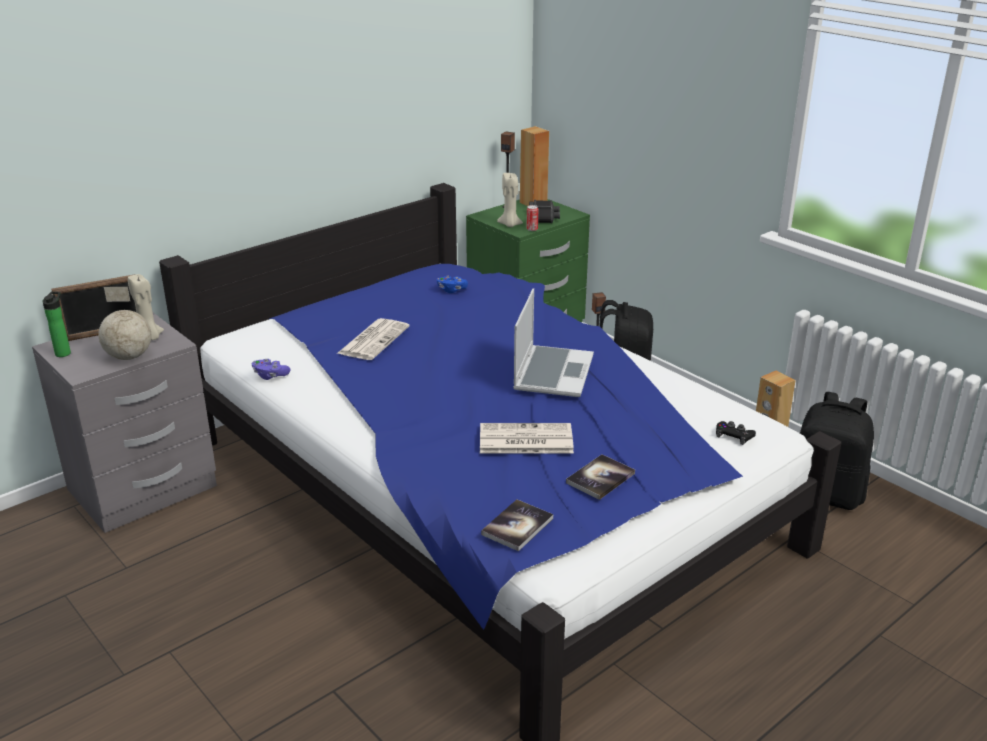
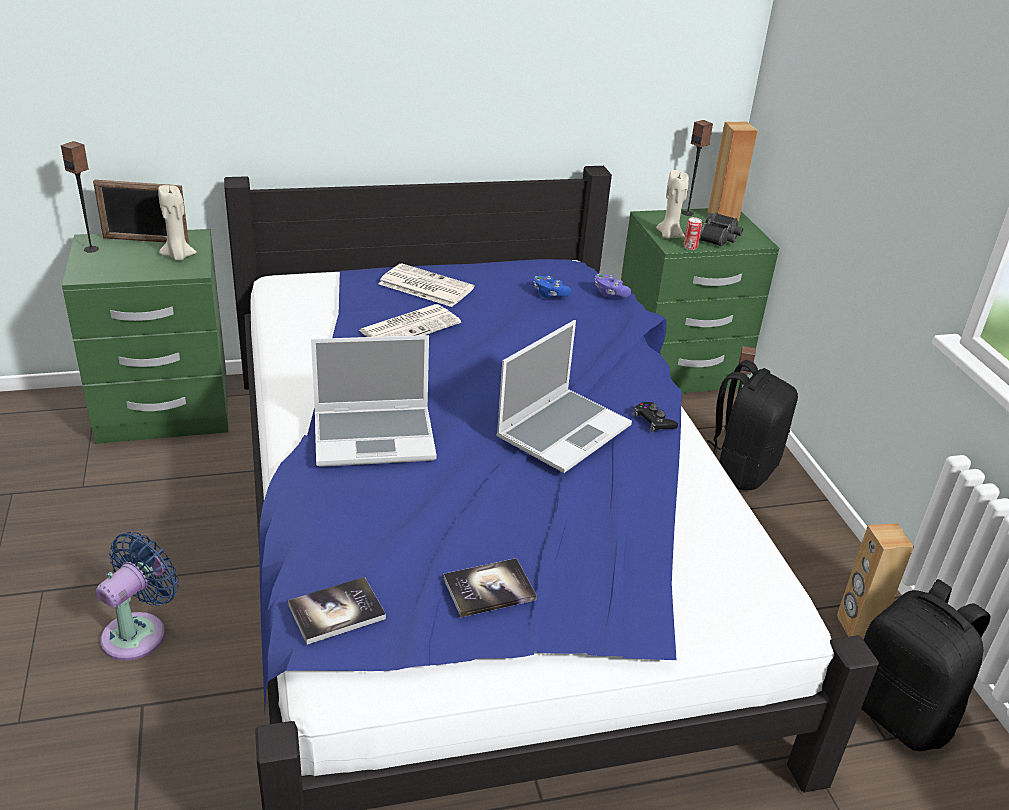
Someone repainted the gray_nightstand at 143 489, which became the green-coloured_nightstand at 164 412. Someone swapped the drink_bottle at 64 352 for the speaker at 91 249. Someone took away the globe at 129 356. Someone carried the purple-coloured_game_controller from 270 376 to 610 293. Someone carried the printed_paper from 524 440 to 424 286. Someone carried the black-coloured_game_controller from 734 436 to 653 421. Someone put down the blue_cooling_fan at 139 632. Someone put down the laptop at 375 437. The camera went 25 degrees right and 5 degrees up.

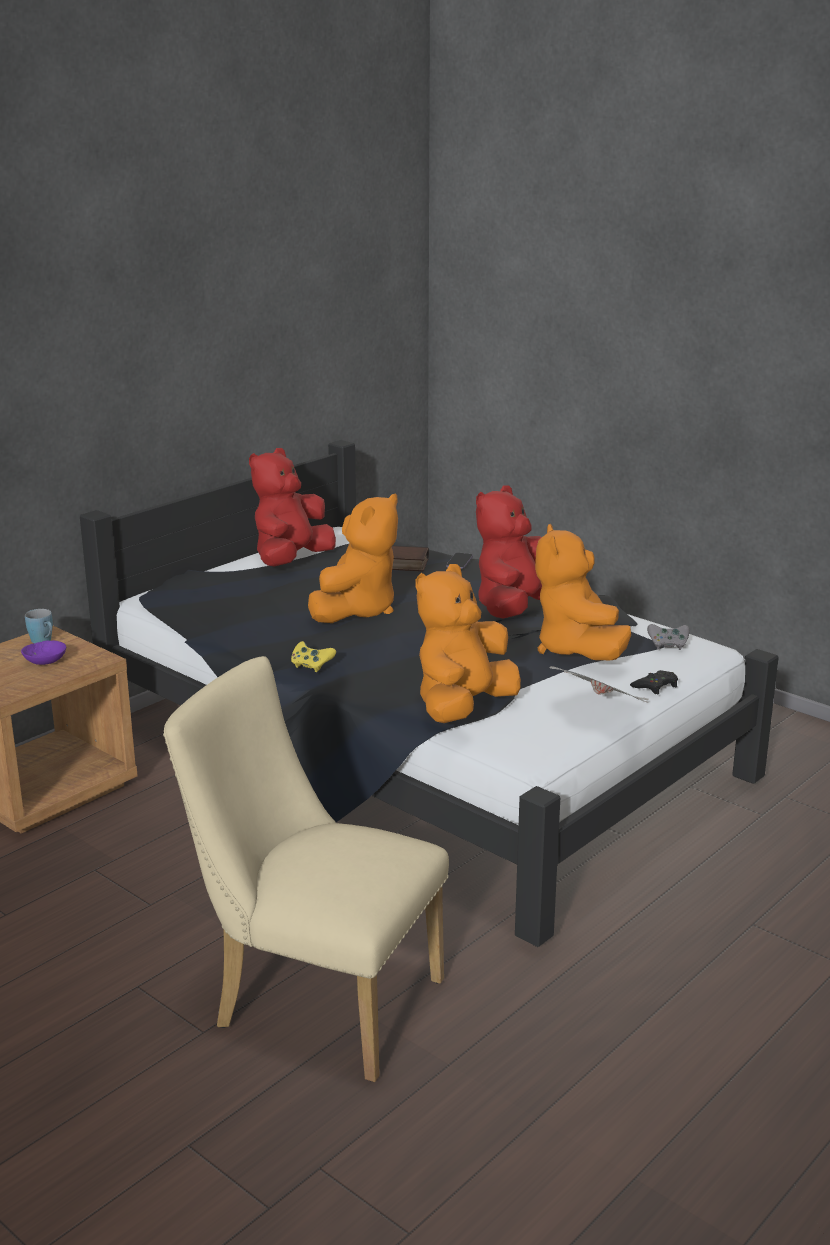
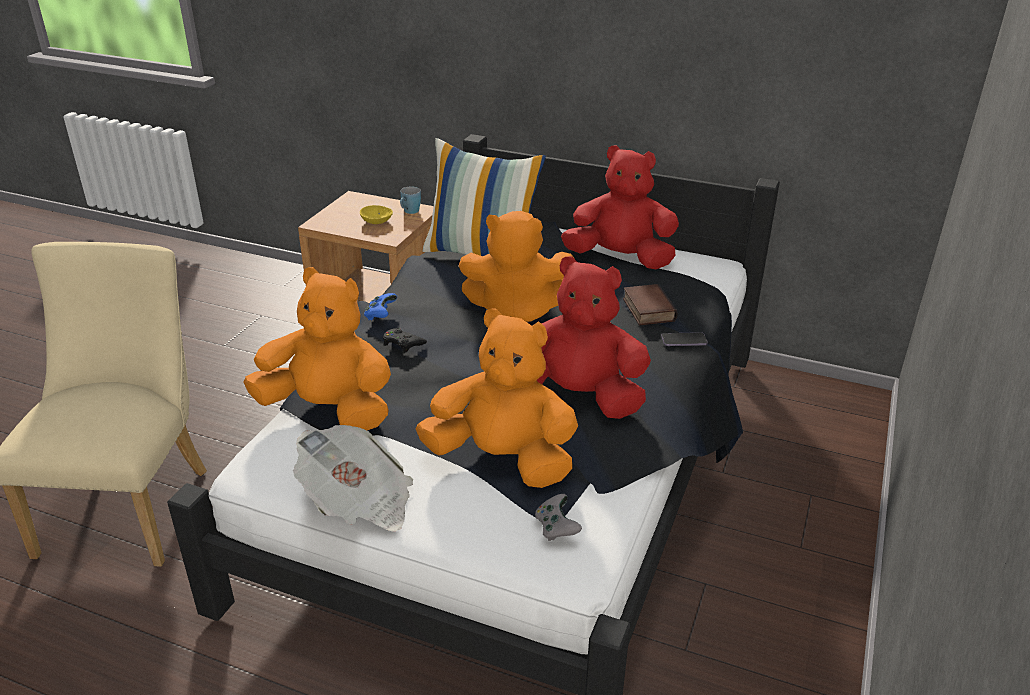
Someone repainted the purple-coloured_bowl at 45 661, which became the yellowish_bowl at 375 221. Someone repainted the yellowish_game_controller at 311 666, which became the blue_game_controller at 380 315. Someone rotated the orange-coloured_plush_toy at 577 650 by 45 degrees clockwise. Someone carried the black-coloured_game_controller from 655 686 to 403 343. Someone put down the throw_pillow at 482 254. The camera went 70 degrees right and 10 degrees up.

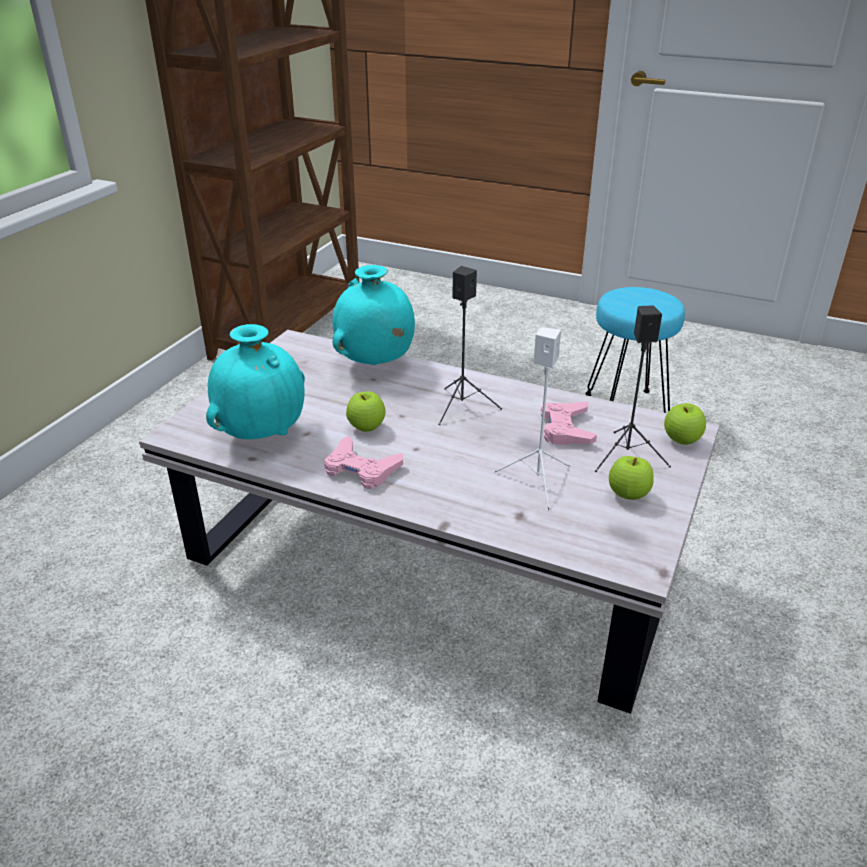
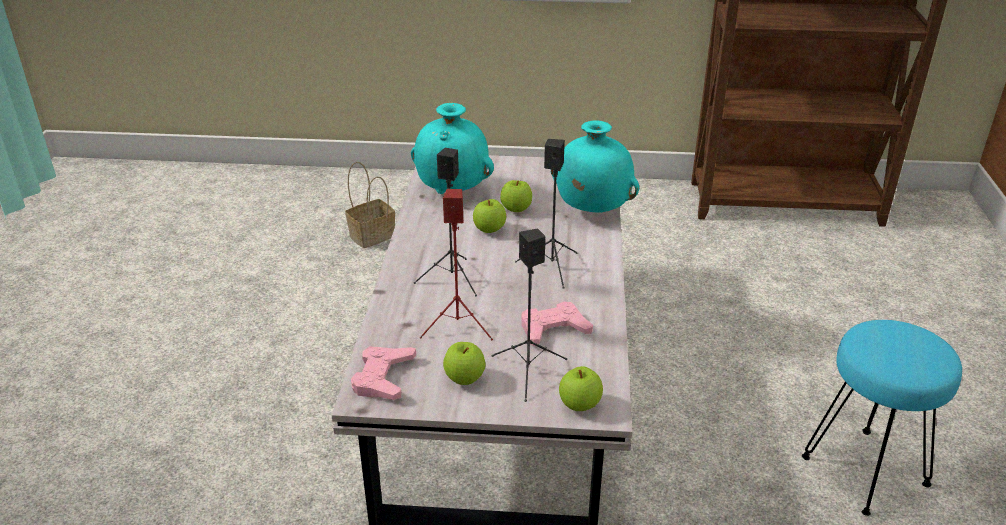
Someone carried the pinkish_game_controller from 361 469 to 383 377. Someone repainted the whitish_speaker at 537 481, which became the reddish_speaker at 459 326. Someone put down the household_basket at 373 235. Someone put down the black-coloured_speaker at 453 279. Someone put down the apple_fruit at 516 209. The camera went 70 degrees right and 0 degrees up.

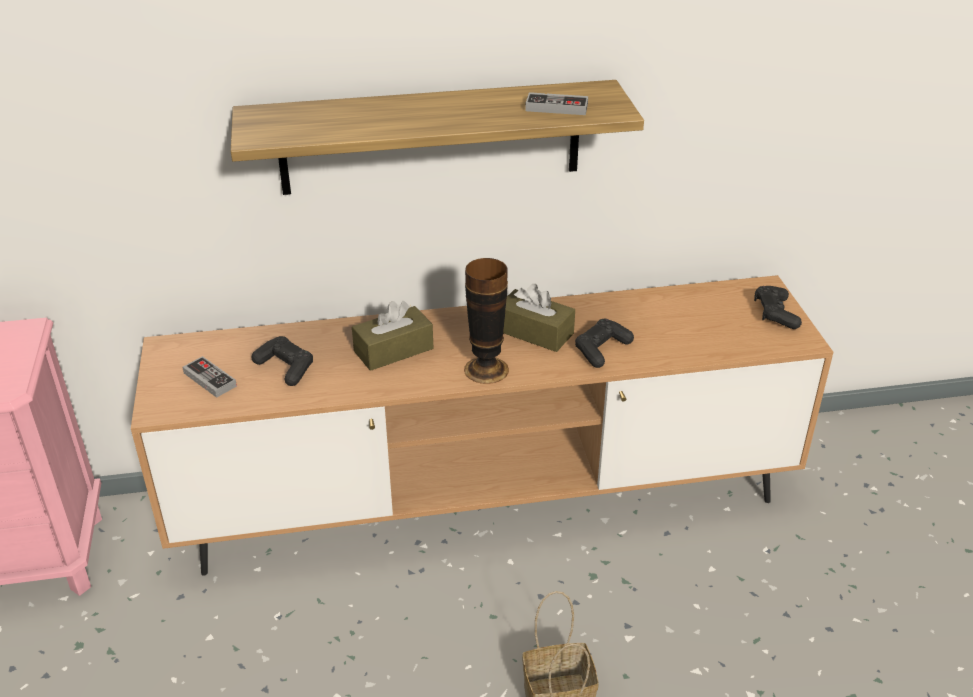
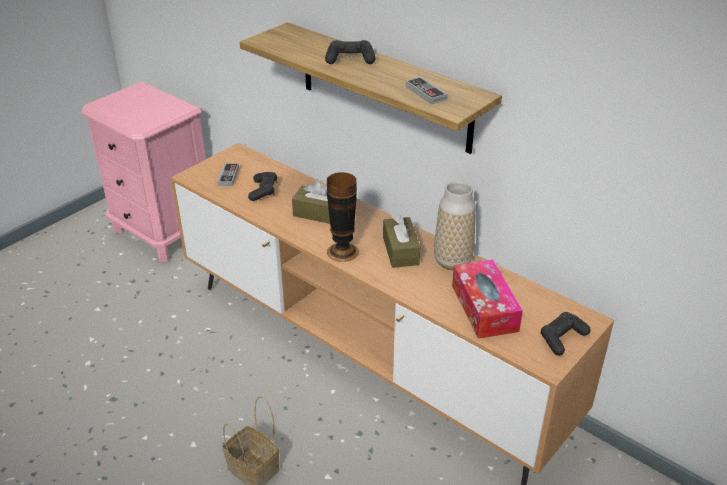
Someone carried the black-coloured_game_controller from 601 349 to 350 59. Someone put down the vase at 452 262. Someone put down the tissue_box at 484 308. The camera went 50 degrees right and 0 degrees up.

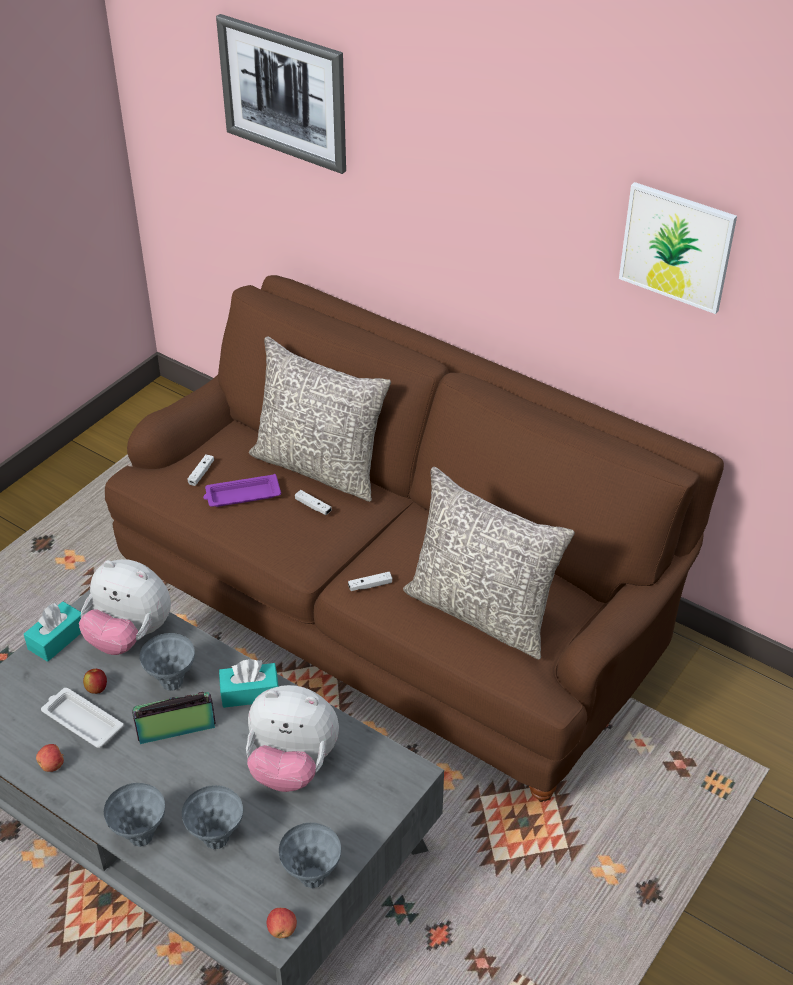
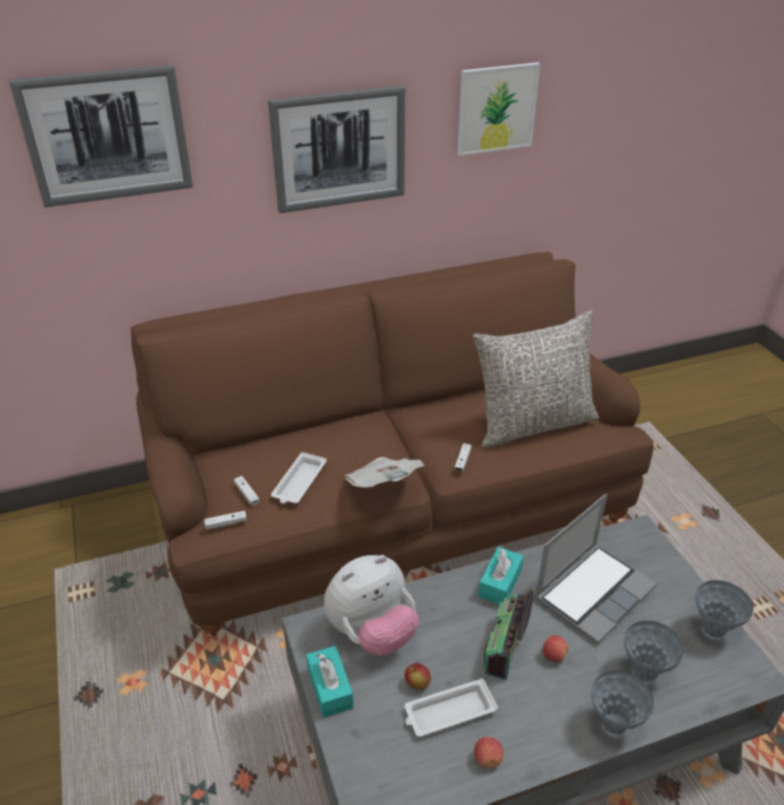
Someone took away the gray_vase at 172 683. Someone repainted the purple-coloured_serving_tray at 241 495, which became the whitish_serving_tray at 299 483. Someone swapped the plush_toy at 292 765 for the laptop at 594 592. Someone took away the gray_throw_pillow at 319 467. Someone carried the apple_fruit from 282 929 to 553 655. Someone carried the whitish_game_controller from 313 506 to 226 523. Someone put up the wall_art at 339 149. Someone put down the printed_paper at 383 486. The camera went 55 degrees left and 5 degrees down.

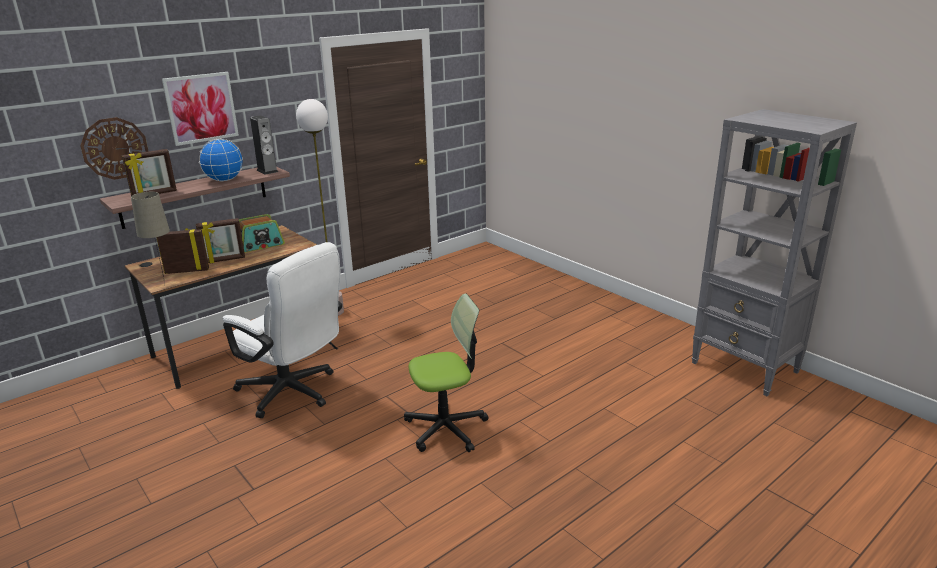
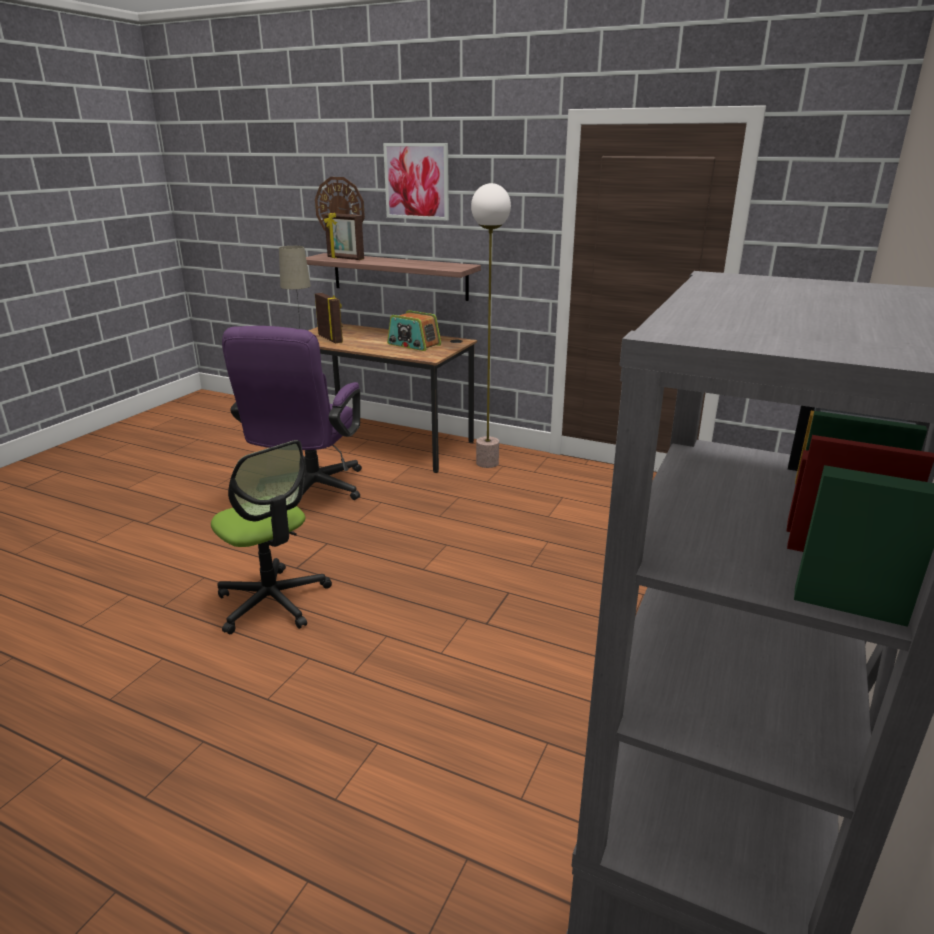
Someone took away the standing_frame at 224 260. Someone took away the globe at 224 180. Someone repainted the whitish_desk_chair at 293 393, which became the purple-coloured_desk_chair at 309 492. Someone took away the speaker at 267 171. The camera went 65 degrees right and 0 degrees up.

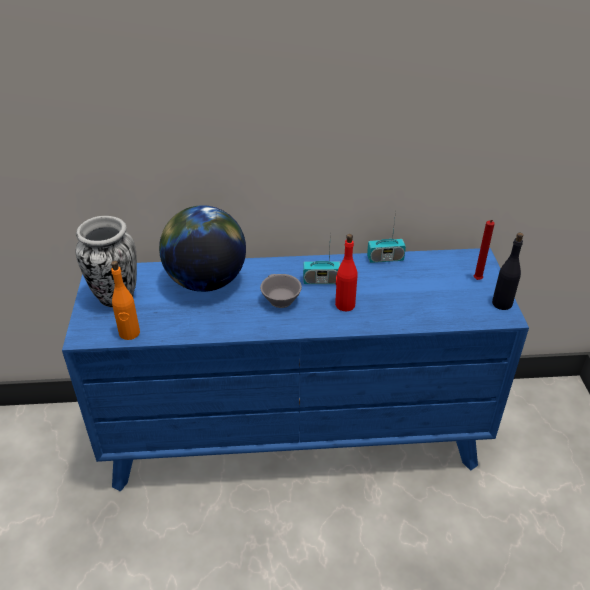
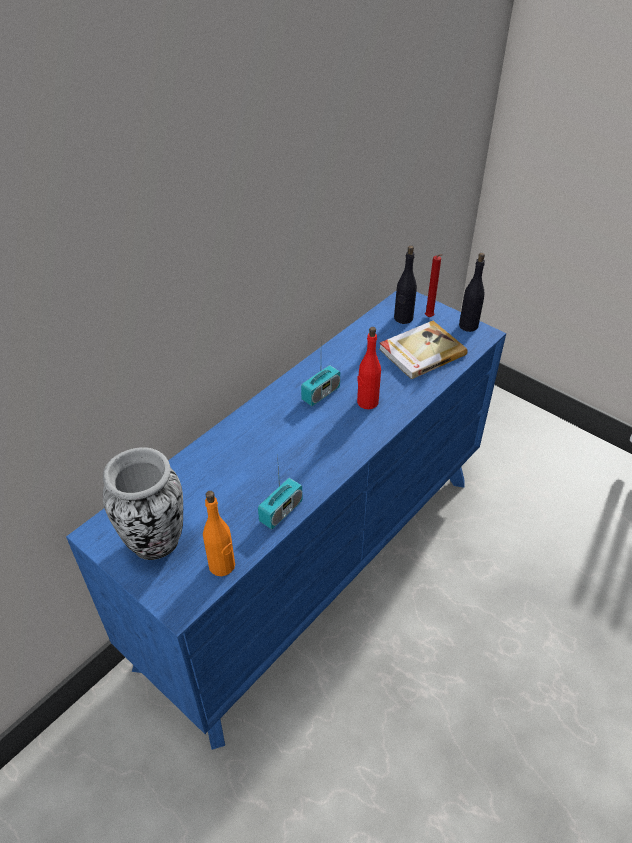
Someone took away the globe at 206 281. Someone took away the gray_cup at 279 299. Someone carried the radio from 385 258 to 281 511. Someone put down the bound_book at 421 352. Someone put down the black-coloured_drink_bottle at 403 318. The camera went 45 degrees left and 5 degrees up.

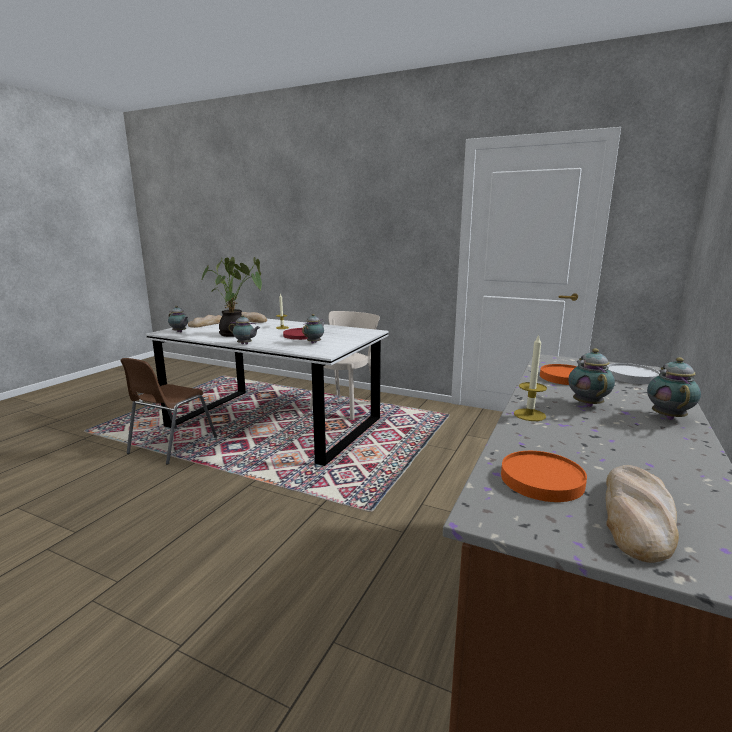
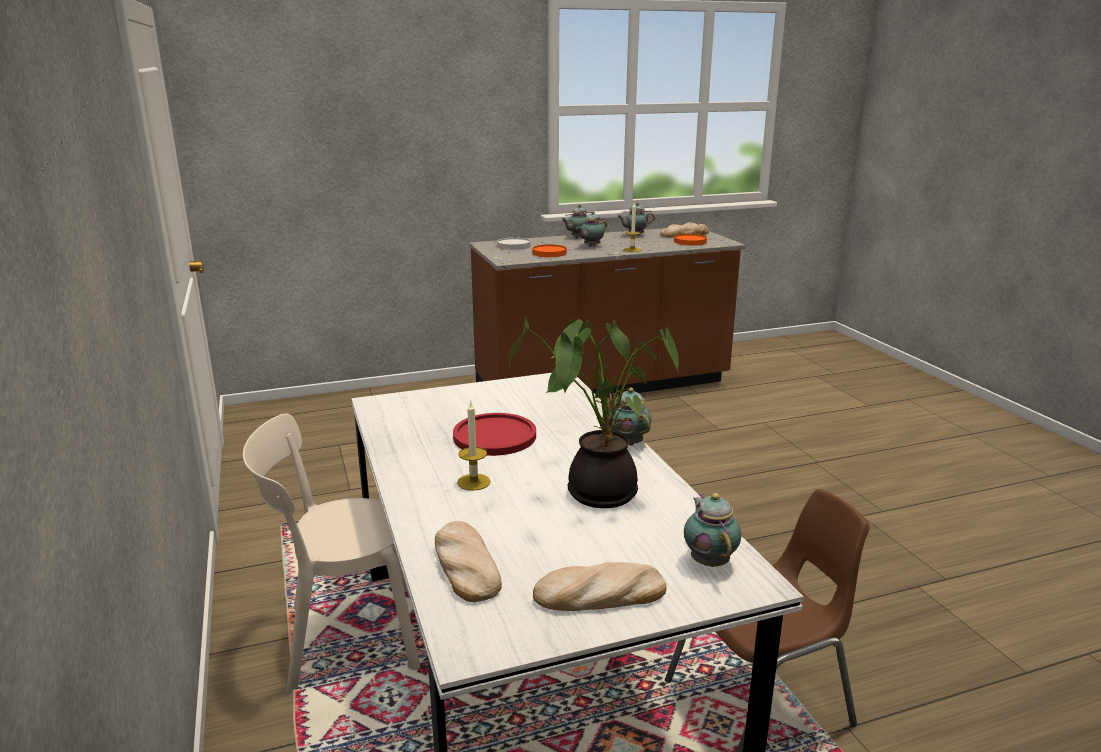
Someone carried the tea_pot from 315 342 to 634 235. The camera went 135 degrees left and 5 degrees up.

